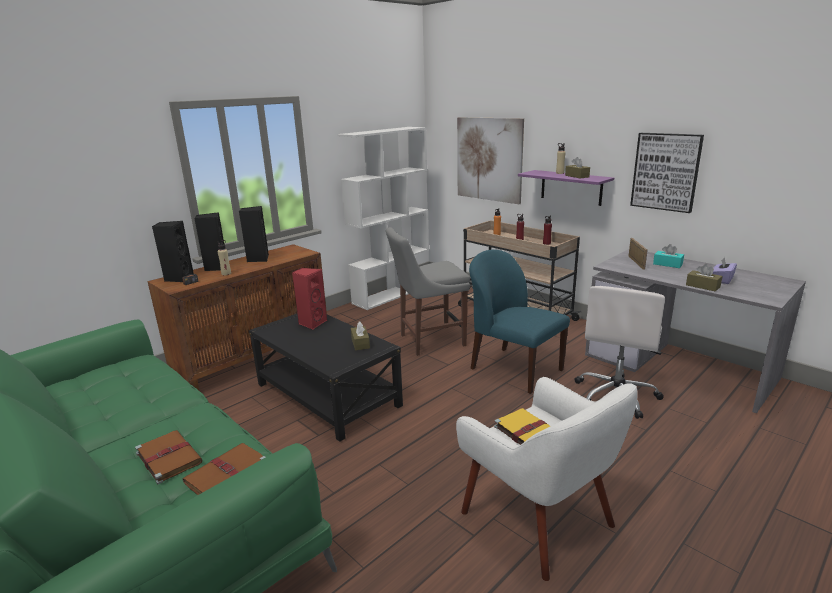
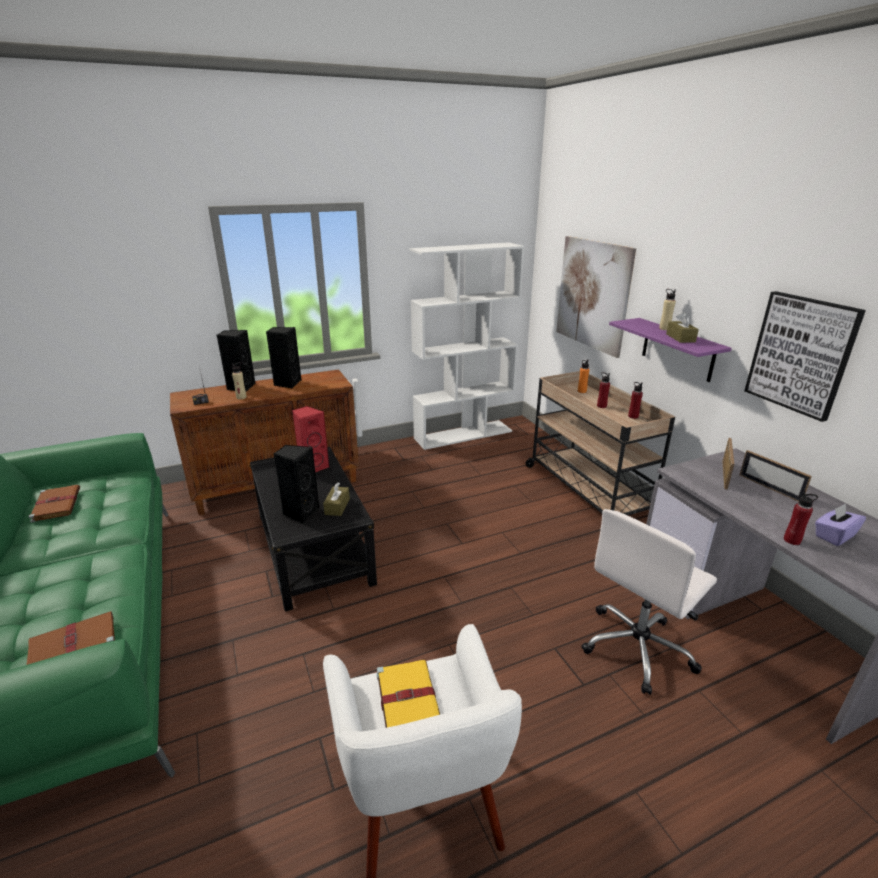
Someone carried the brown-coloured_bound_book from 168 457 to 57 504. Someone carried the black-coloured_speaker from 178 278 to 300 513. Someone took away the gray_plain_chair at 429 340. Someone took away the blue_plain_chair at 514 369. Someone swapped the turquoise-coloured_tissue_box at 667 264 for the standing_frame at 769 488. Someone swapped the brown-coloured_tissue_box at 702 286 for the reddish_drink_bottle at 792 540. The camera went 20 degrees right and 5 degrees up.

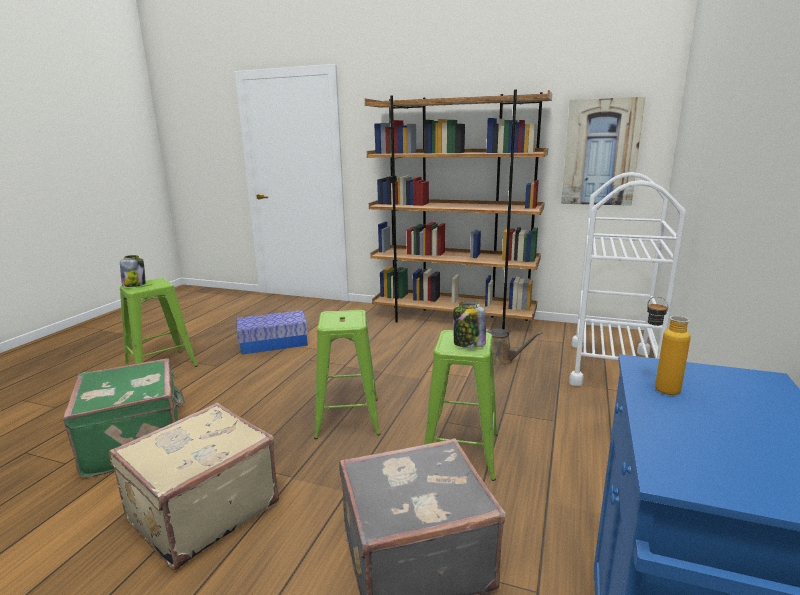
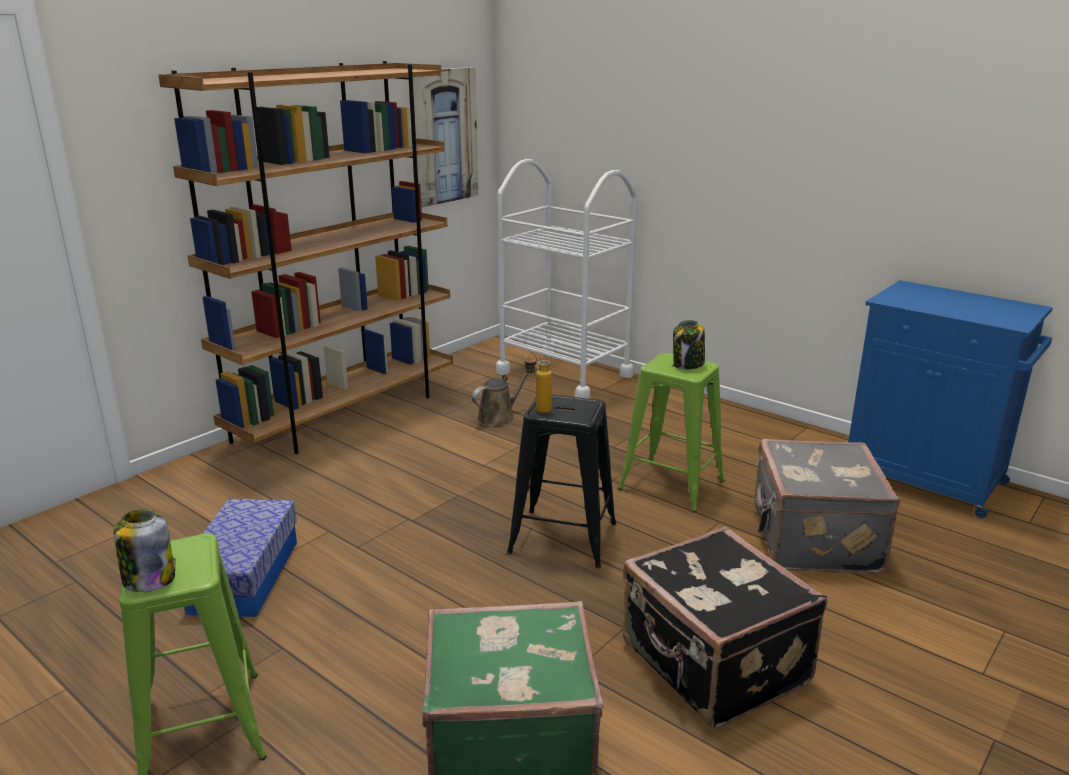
Someone repainted the beige-coloured_suitcase at 201 511, which became the black-coloured_suitcase at 712 665. Someone repainted the green-coloured_stool_seat at 348 417, which became the black-coloured_stool_seat at 562 538. Someone carried the drink_bottle from 657 387 to 537 411. The camera went 70 degrees left and 5 degrees up.

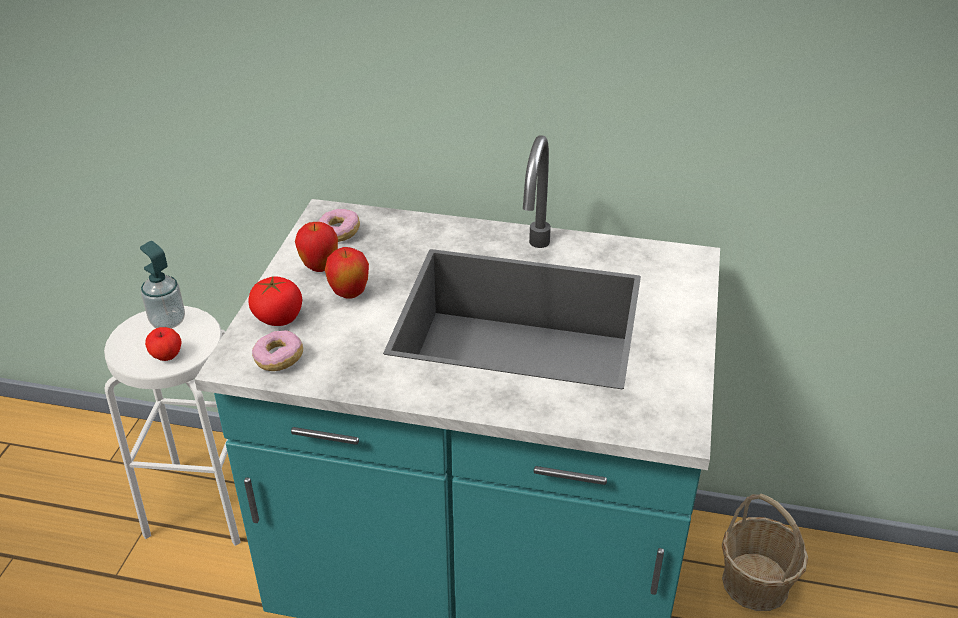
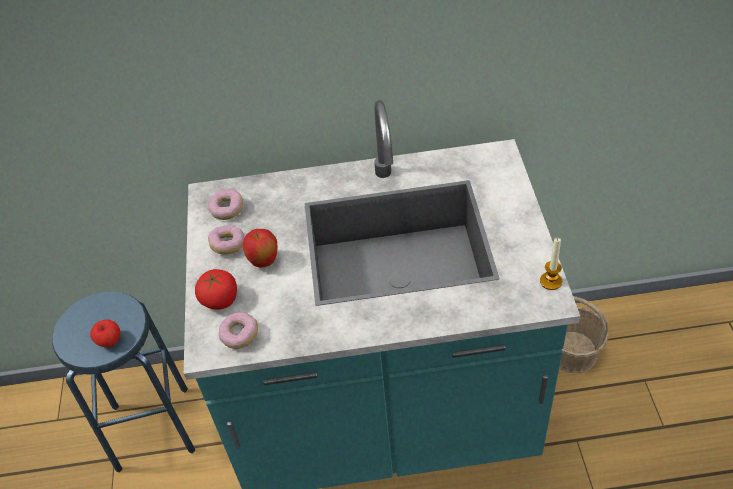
Someone repainted the whitish_stool_seat at 206 503, which became the blue_stool_seat at 153 428. Someone took away the soap_dispenser at 168 321. Someone swapped the apple_fruit at 319 267 for the donut at 228 245. Someone put down the wax_light at 551 281. The camera went 15 degrees left and 10 degrees up.

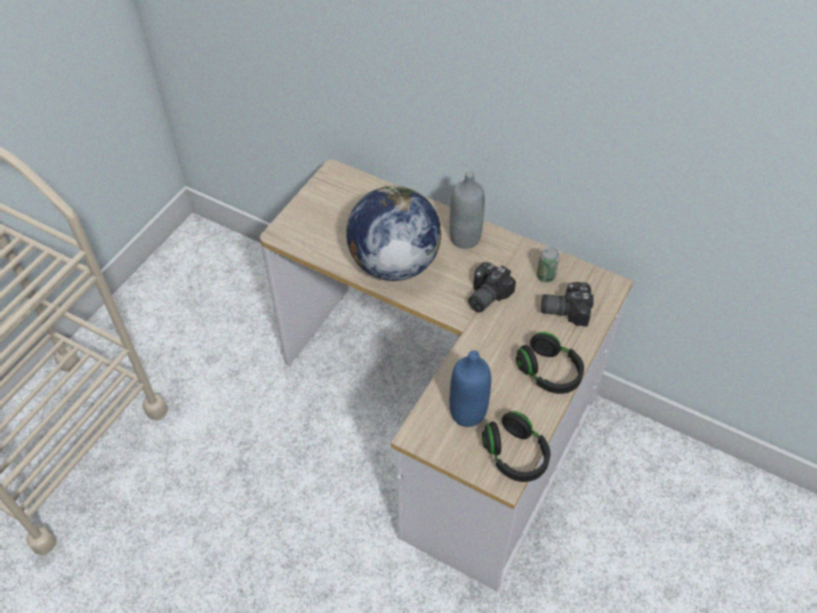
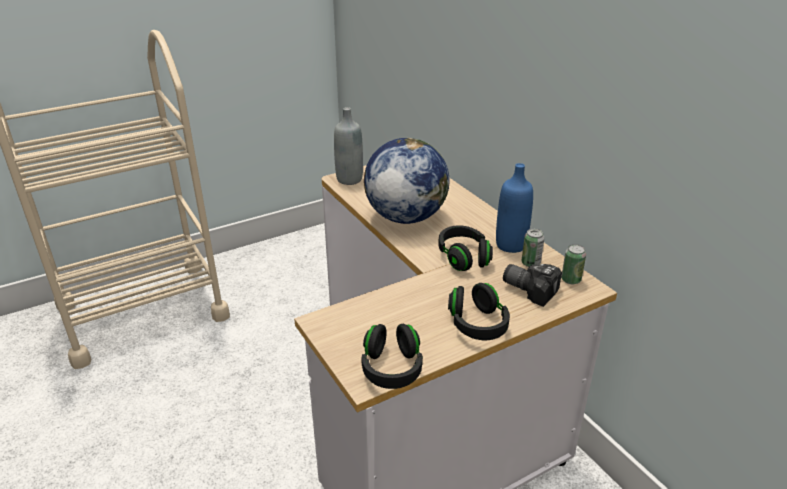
Someone carried the gray_drink_bottle from 465 238 to 349 179. Someone carried the blue_drink_bottle from 467 412 to 510 245. Someone swapped the photo_camera at 484 295 for the black-coloured_pair_of_headphones at 463 257. Someone put down the sealed_can at 570 280. The camera went 30 degrees right and 20 degrees down.

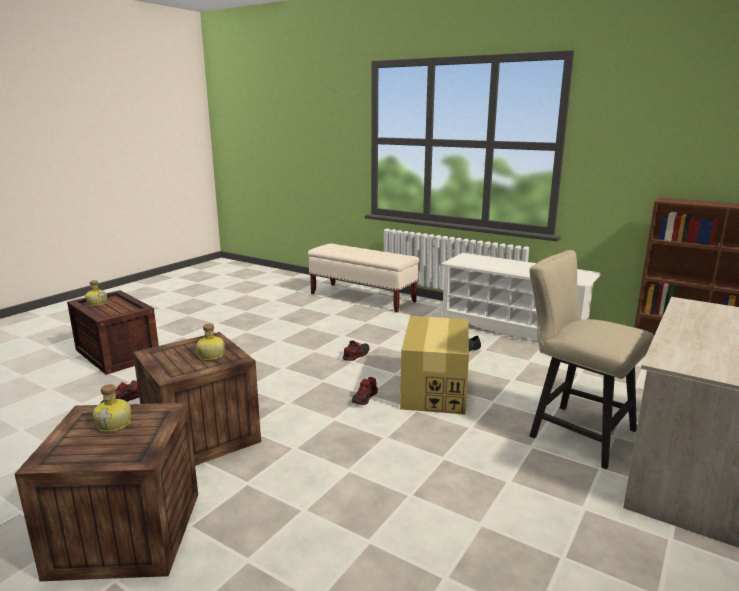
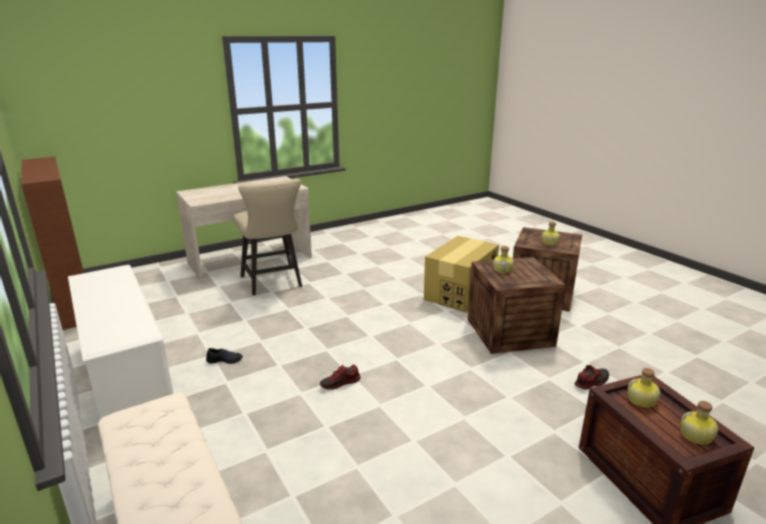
Someone took away the shoe at 365 398. Someone carried the packing_box from 434 389 to 460 292. Someone put down the drink_bottle at 642 400. The camera went 155 degrees left and 5 degrees up.

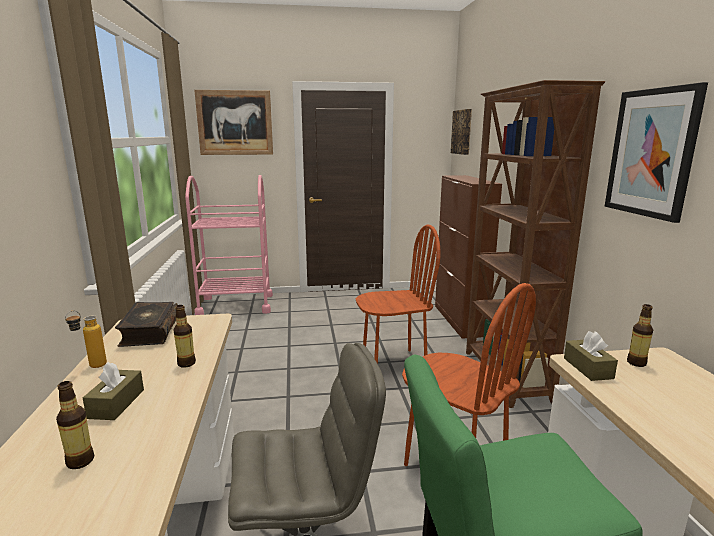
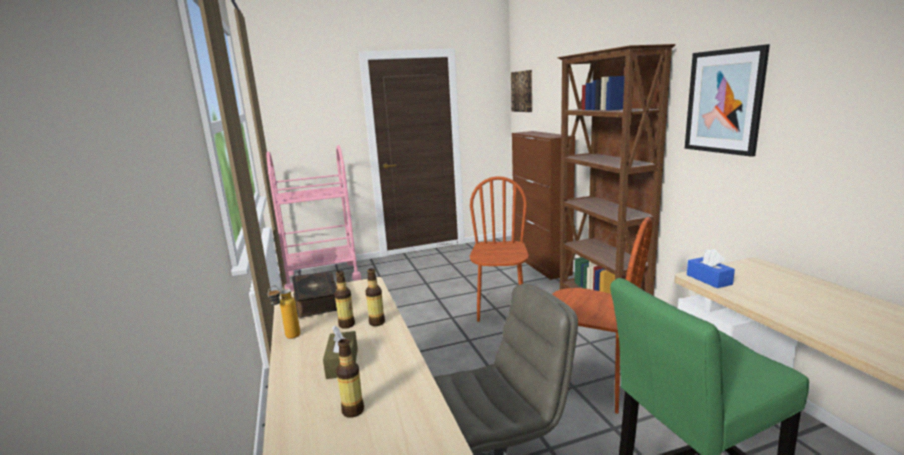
Someone took away the wall_art at 235 123. Someone rotated the brown-coloured_plain_chair at 393 364 by 60 degrees counterclockwise. Someone repainted the brown-coloured_tissue_box at 588 368, which became the blue_tissue_box at 709 279. Someone carried the drink_bottle from 636 363 to 347 325. The camera went 10 degrees left and 0 degrees up.

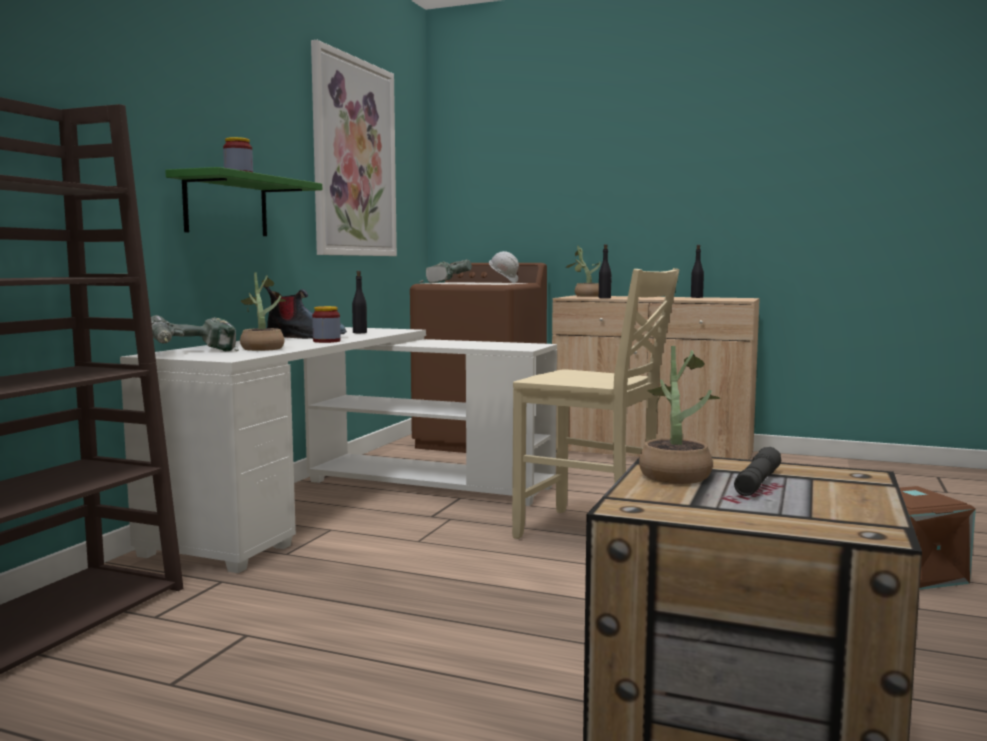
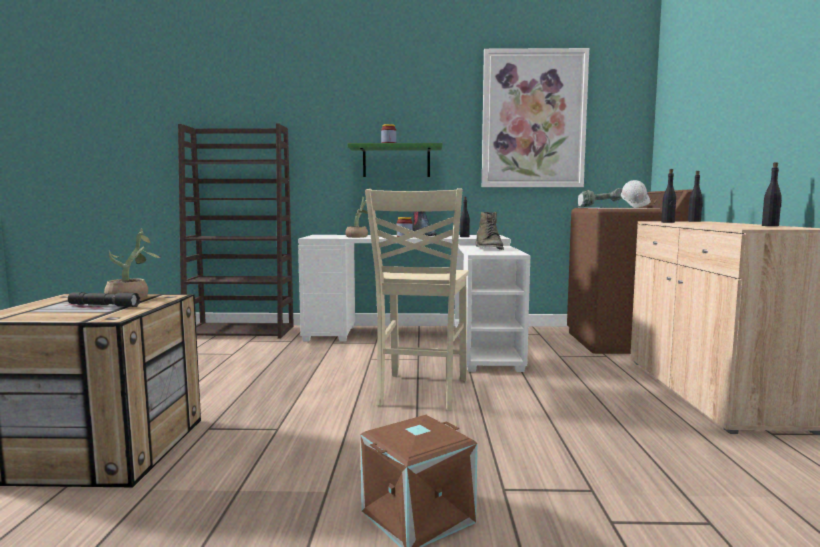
Someone took away the power_drill at 193 352. Someone swapped the potted_plant at 585 296 for the black-coloured_drink_bottle at 694 221. Someone put down the green-coloured_tall_boot at 488 249. The camera went 70 degrees right and 0 degrees up.

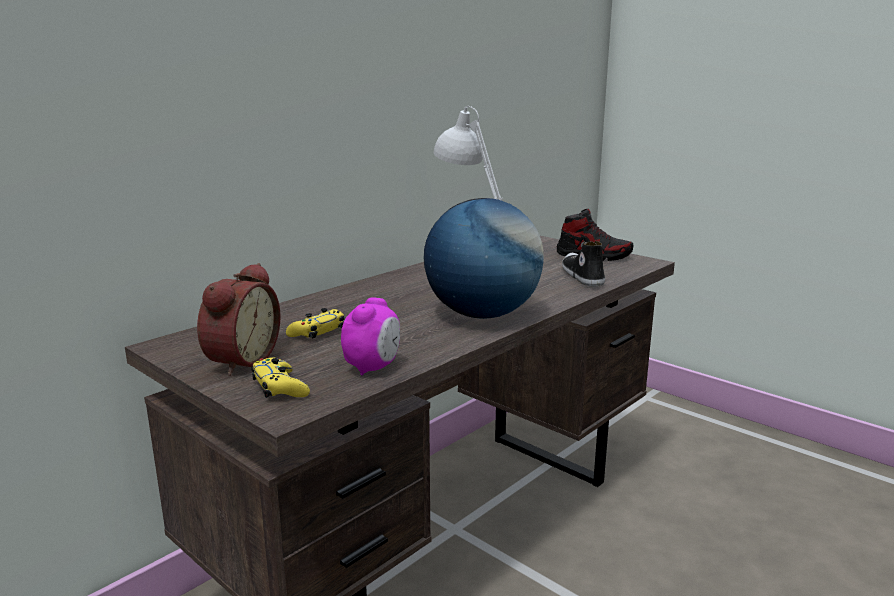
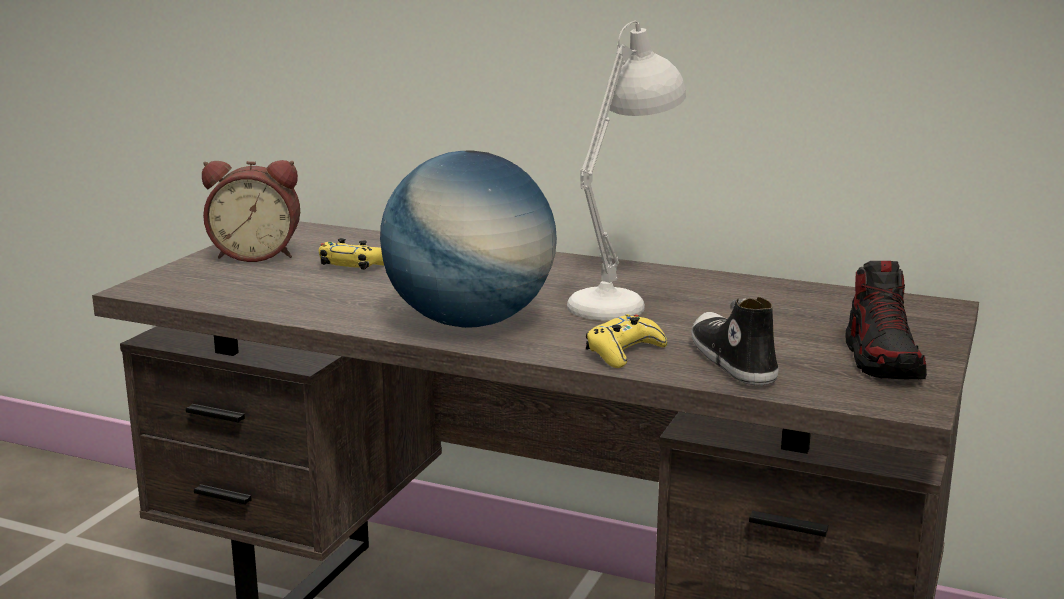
Someone carried the yellowish_game_controller from 280 387 to 624 352. Someone took away the bedside_clock at 373 367. Someone rotated the shoe at 581 276 by 75 degrees counterclockwise. The camera went 70 degrees right and 0 degrees up.

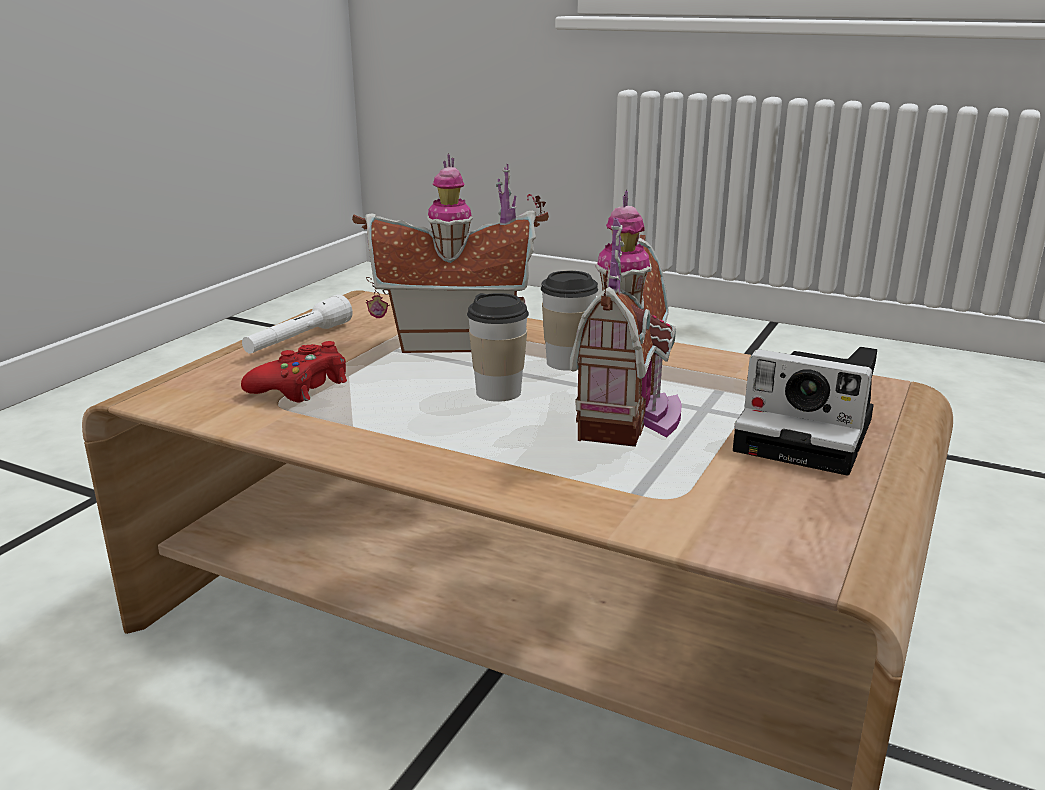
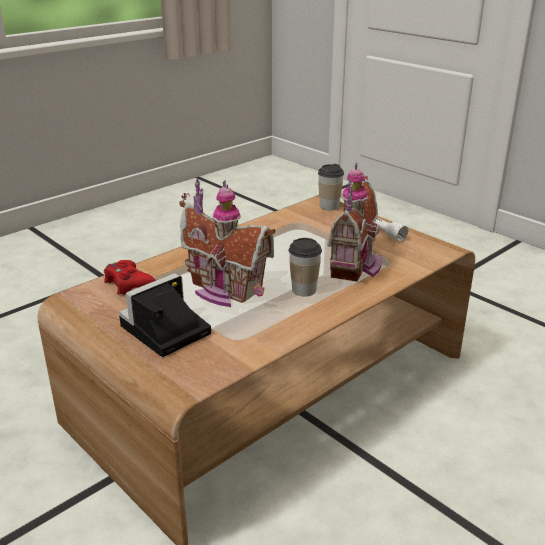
Someone carried the reddish_game_controller from 301 386 to 128 284. Someone carried the cup from 498 392 to 329 206. The camera went 110 degrees right and 5 degrees up.

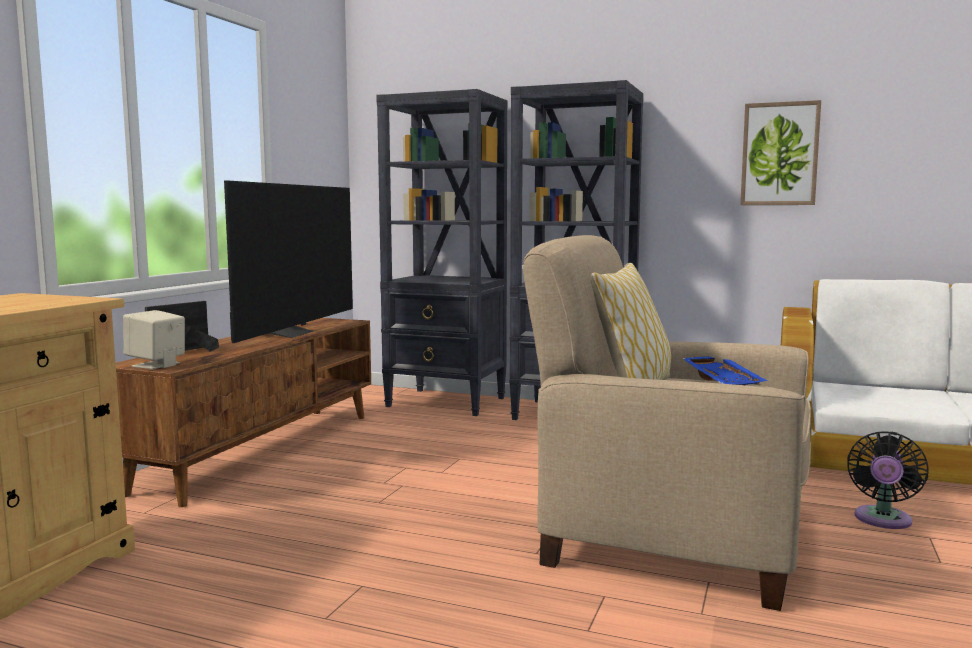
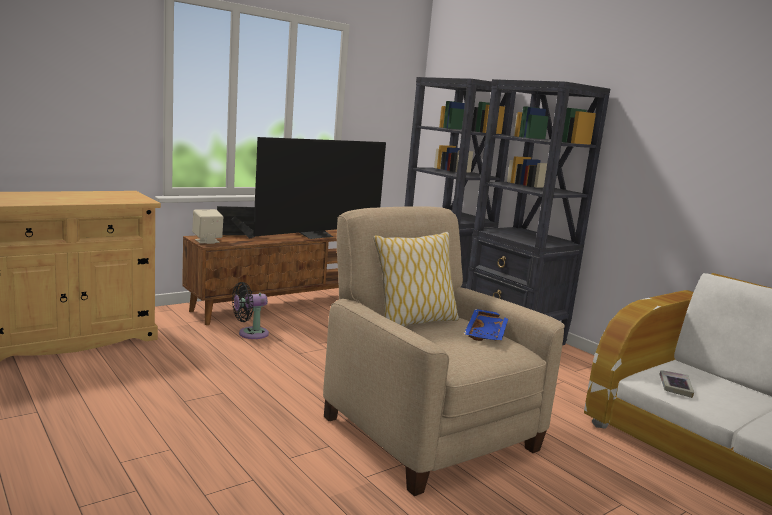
Someone took away the wall_art at 779 154. Someone carried the black-coloured_cooling_fan from 882 520 to 250 334. Someone put down the bound_book at 675 387. The camera went 30 degrees right and 5 degrees up.

